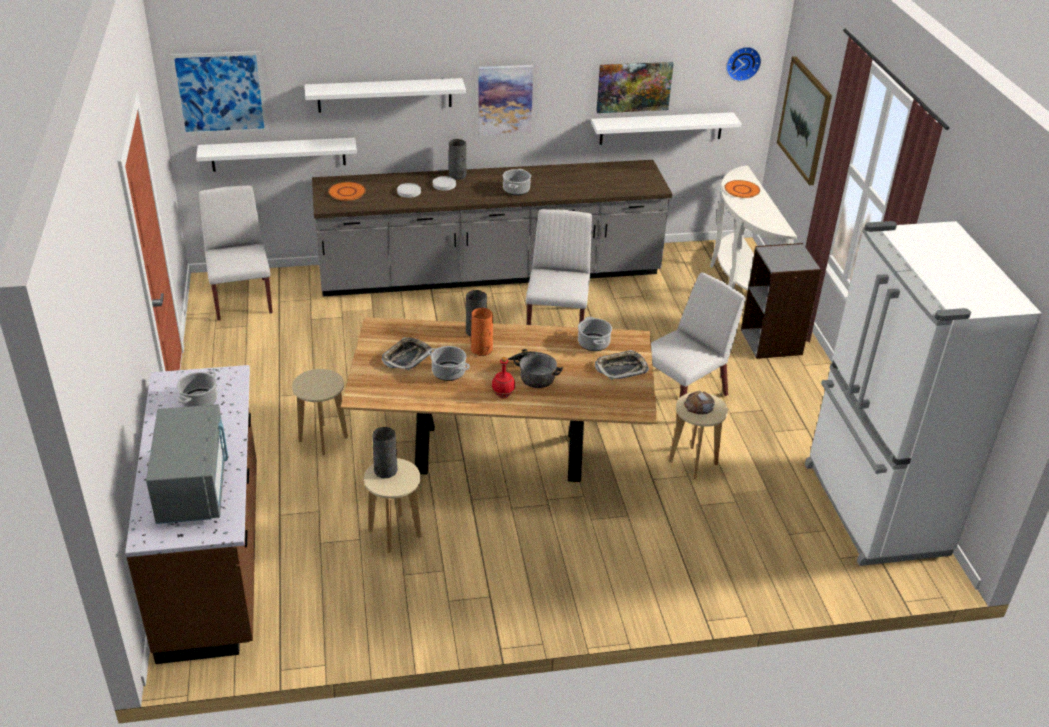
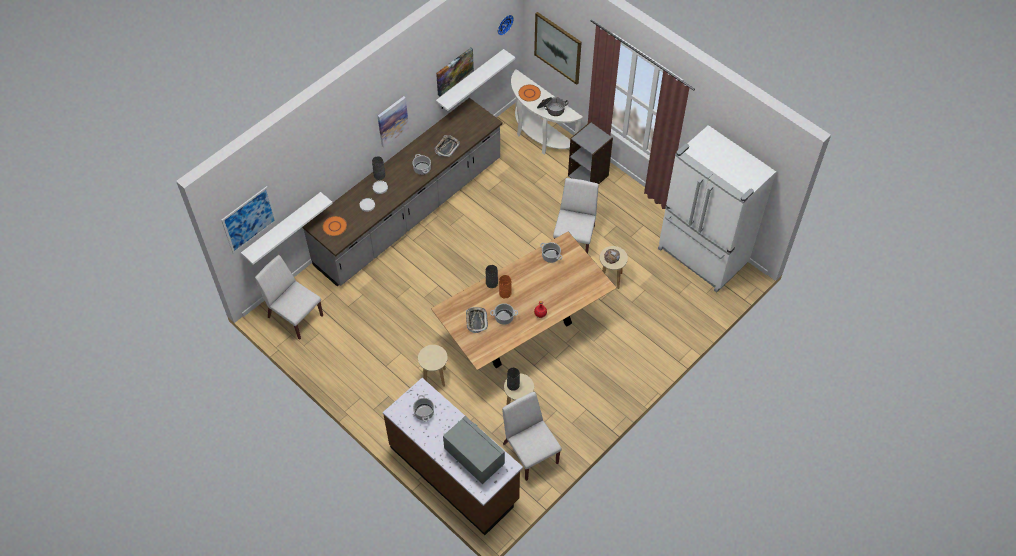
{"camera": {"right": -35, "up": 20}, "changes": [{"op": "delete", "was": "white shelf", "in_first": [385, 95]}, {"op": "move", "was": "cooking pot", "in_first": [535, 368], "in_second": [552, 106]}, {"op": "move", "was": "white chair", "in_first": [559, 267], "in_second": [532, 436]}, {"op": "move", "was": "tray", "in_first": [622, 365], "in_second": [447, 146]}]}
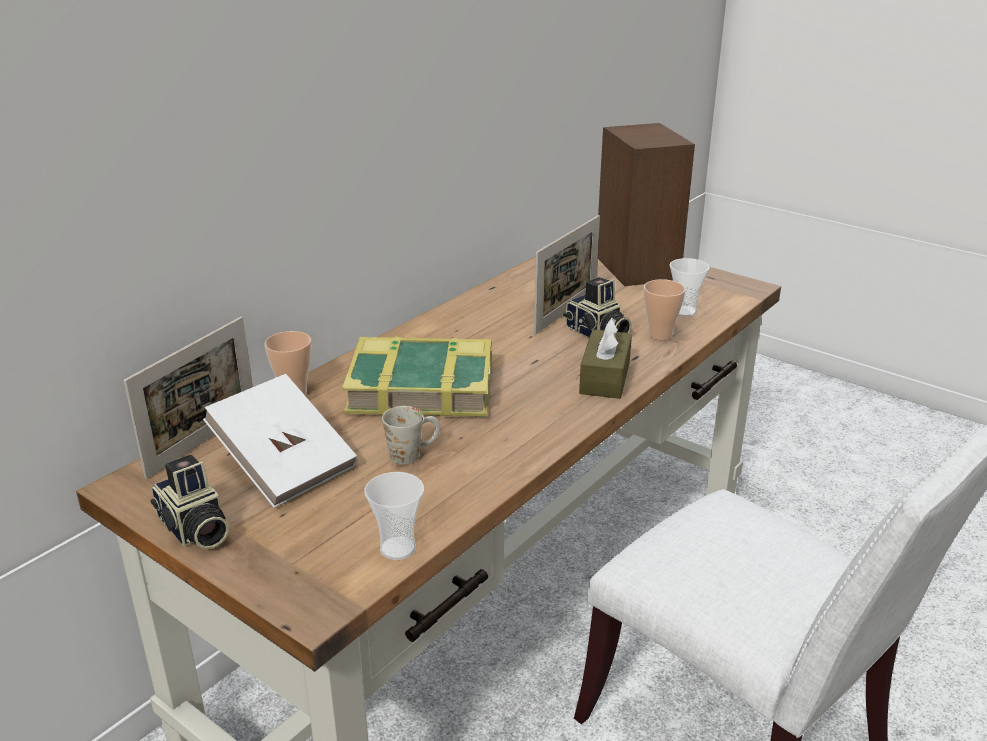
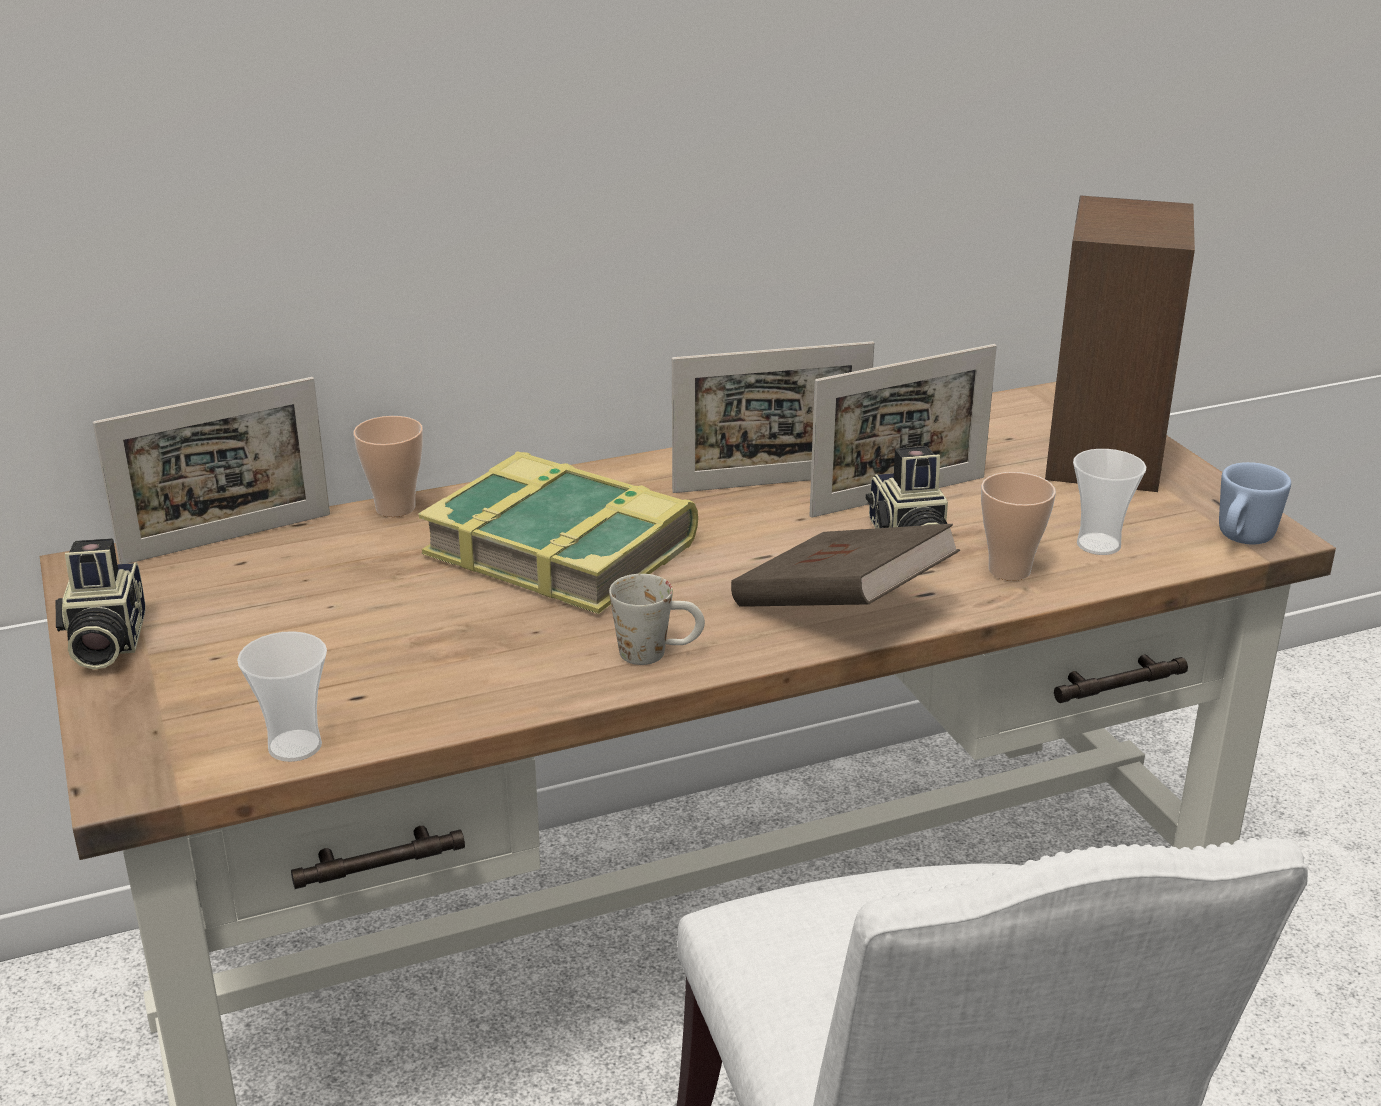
{"camera": {"right": 30, "up": 0}, "changes": [{"op": "delete", "was": "white book", "in_first": [280, 441]}, {"op": "move", "was": "white mug", "in_first": [411, 435], "in_second": [657, 619]}, {"op": "replace", "was": "brown tissue box", "now": "brown book", "in_first": [605, 358], "in_second": [845, 565]}, {"op": "insert", "now": "picture frame", "in_second": [773, 417]}, {"op": "insert", "now": "blue mug", "in_second": [1255, 503]}]}
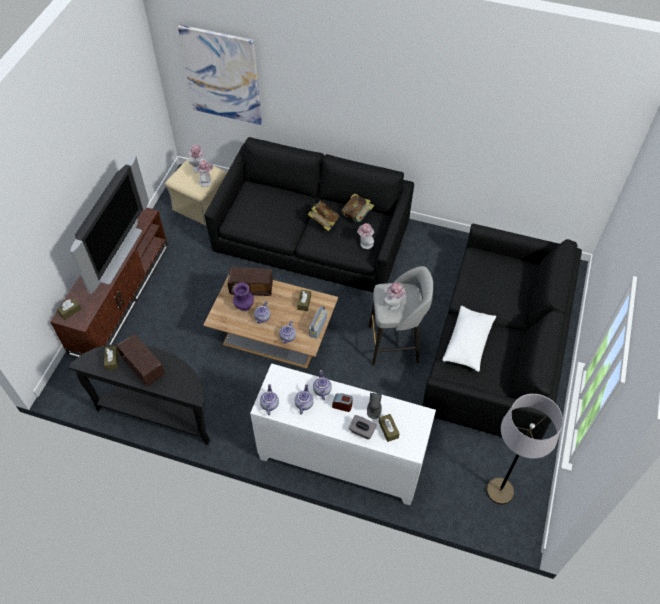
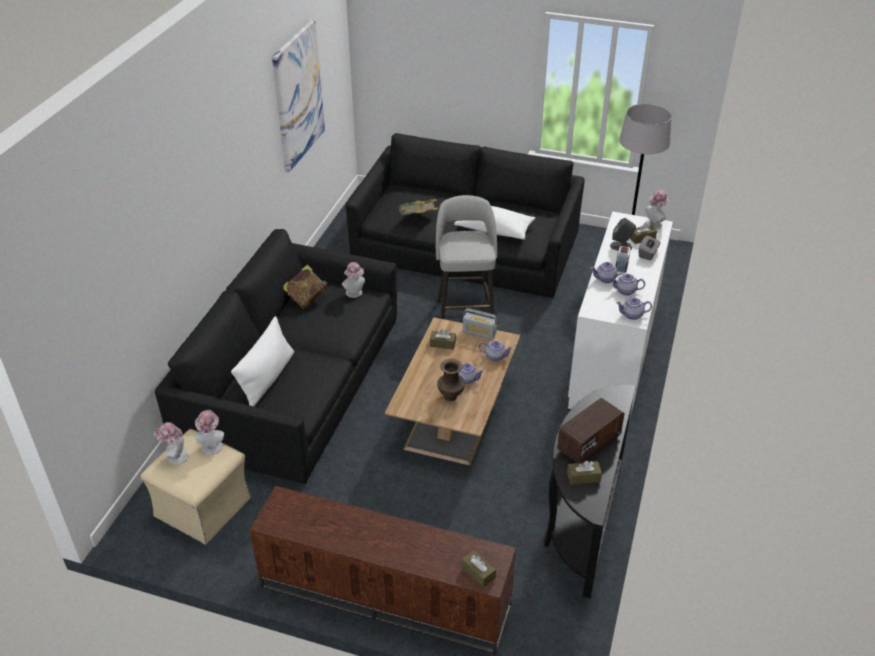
{"camera": {"right": -90, "up": -15}, "changes": [{"op": "delete", "was": "television", "in_first": [109, 224]}, {"op": "move", "was": "picture", "in_first": [220, 75], "in_second": [298, 96]}, {"op": "delete", "was": "radio", "in_first": [250, 281]}, {"op": "recolor", "was": "purple vase", "now": "brown vase", "in_first": [243, 296], "in_second": [451, 379]}, {"op": "move", "was": "book", "in_first": [323, 216], "in_second": [418, 207]}, {"op": "move", "was": "hat", "in_first": [394, 296], "in_second": [657, 209]}, {"op": "insert", "now": "white pillow", "in_second": [262, 361]}]}
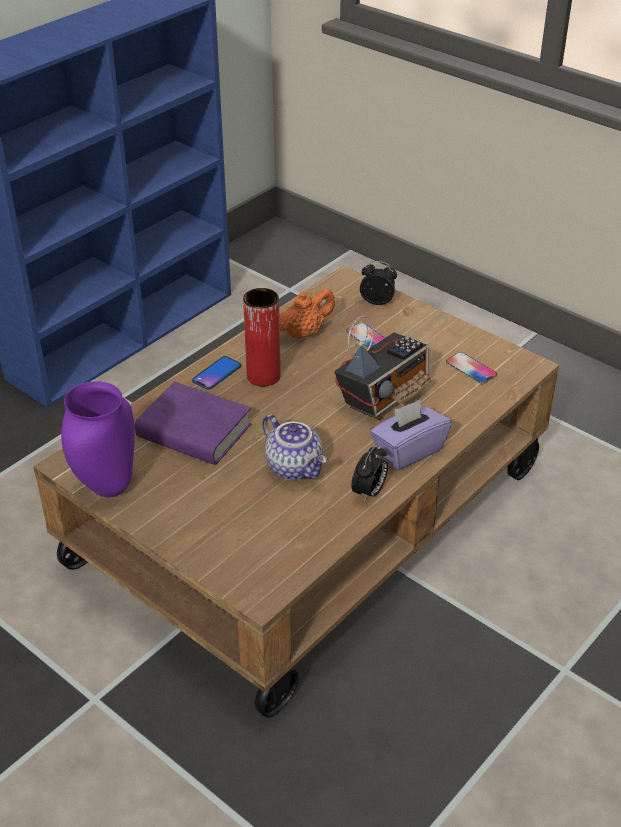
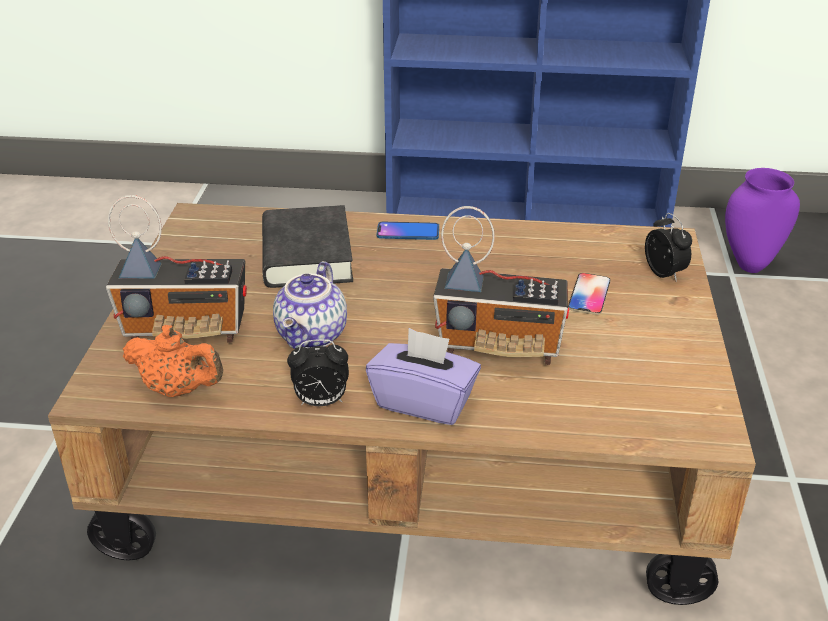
{"camera": {"right": 55, "up": -5}, "changes": [{"op": "move", "was": "purple vase", "in_first": [98, 439], "in_second": [762, 220]}, {"op": "recolor", "was": "purple book", "now": "black book", "in_first": [193, 423], "in_second": [307, 246]}, {"op": "delete", "was": "red vase", "in_first": [262, 337]}, {"op": "move", "was": "orange teapot", "in_first": [307, 314], "in_second": [173, 361]}, {"op": "delete", "was": "phone", "in_first": [471, 368]}, {"op": "insert", "now": "radio", "in_second": [176, 269]}]}
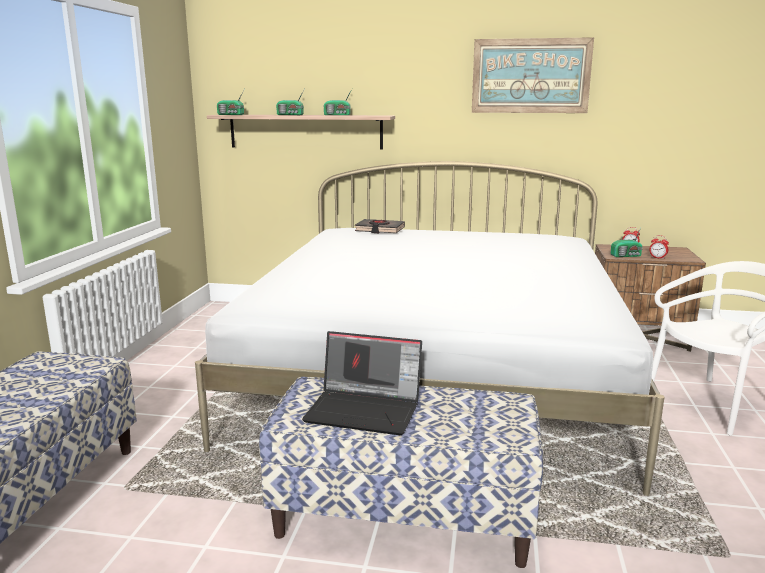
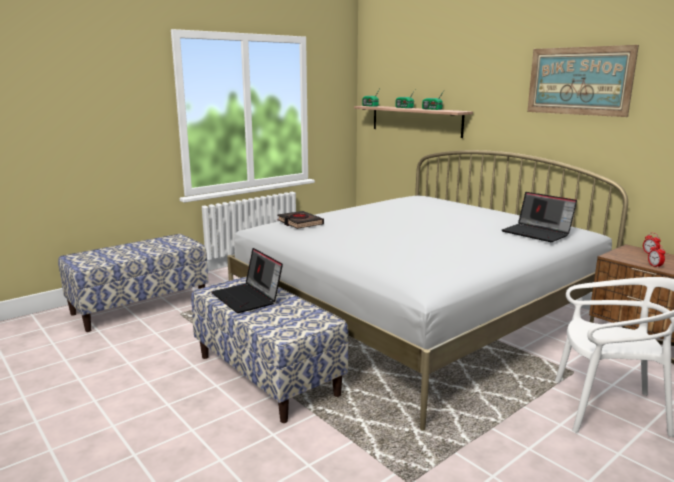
{"camera": {"right": 40, "up": 0}, "changes": [{"op": "move", "was": "black book", "in_first": [380, 226], "in_second": [300, 220]}, {"op": "delete", "was": "radio", "in_first": [627, 242]}, {"op": "insert", "now": "laptop", "in_second": [539, 217]}]}
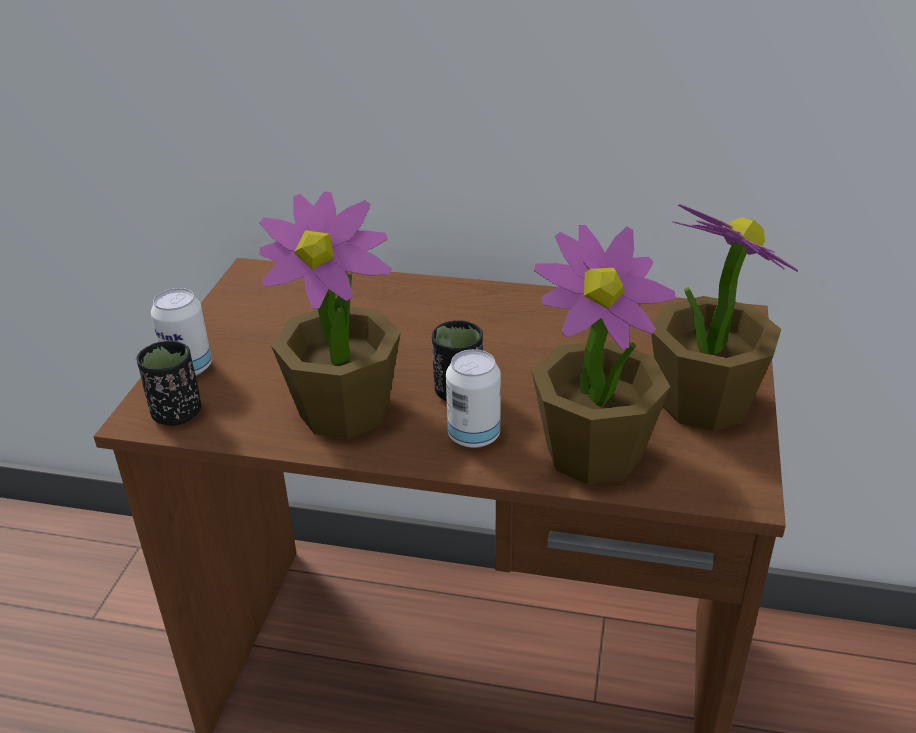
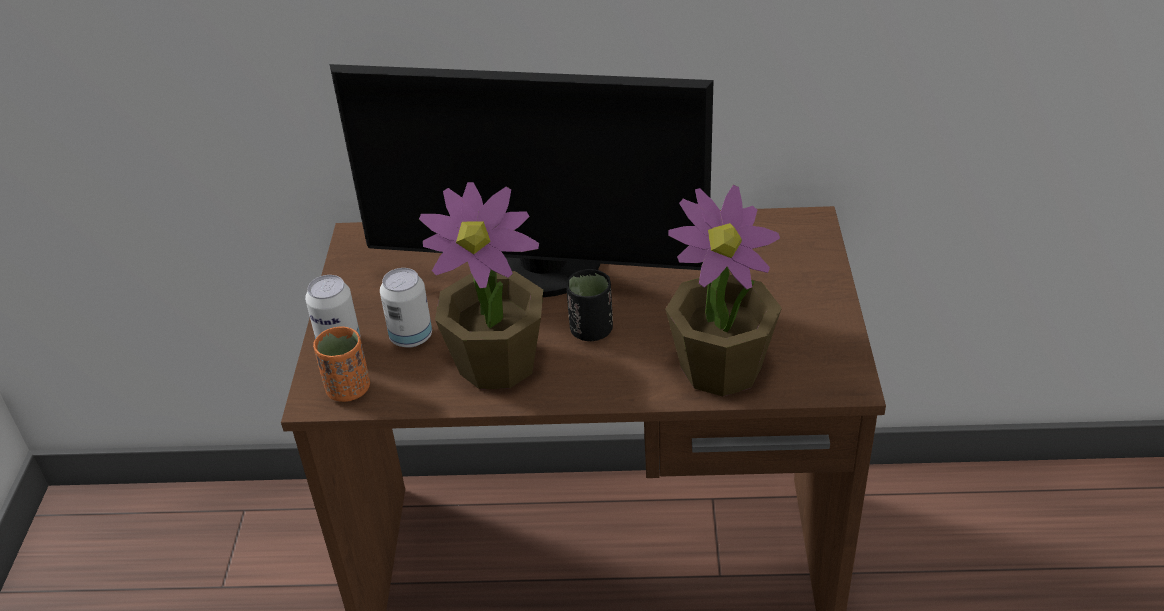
{"camera": {"right": -10, "up": 5}, "changes": [{"op": "recolor", "was": "black cup", "now": "orange cup", "in_first": [169, 383], "in_second": [341, 364]}, {"op": "move", "was": "can", "in_first": [473, 398], "in_second": [406, 308]}, {"op": "delete", "was": "potted plant", "in_first": [724, 317]}, {"op": "insert", "now": "monitor", "in_second": [521, 180]}]}
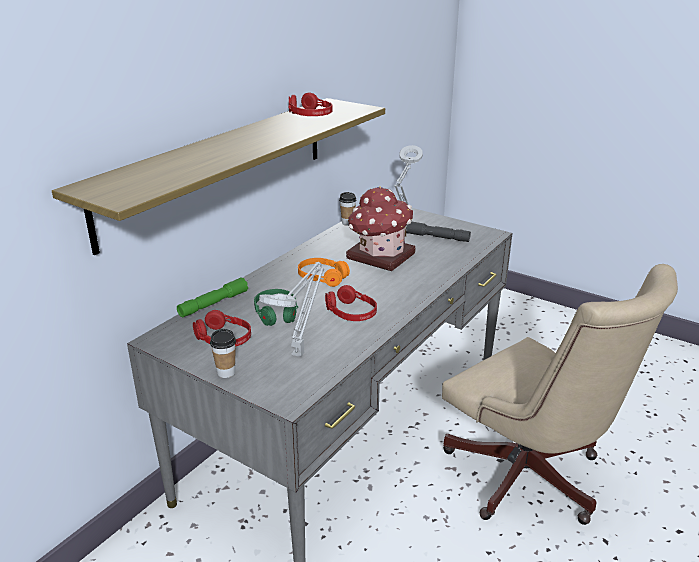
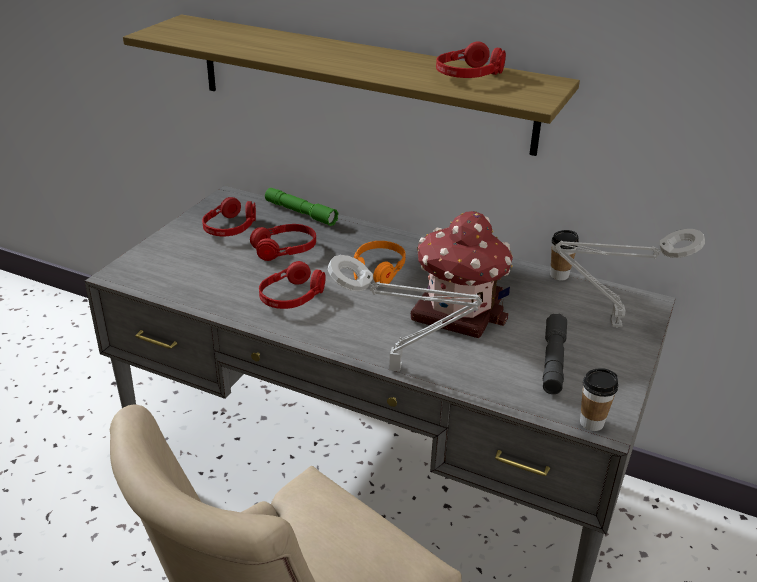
{"camera": {"right": 80, "up": 5}, "changes": [{"op": "move", "was": "cup", "in_first": [223, 353], "in_second": [599, 399]}, {"op": "recolor", "was": "green headphones", "now": "red headphones", "in_first": [276, 307], "in_second": [283, 242]}, {"op": "move", "was": "grey table lamp", "in_first": [291, 309], "in_second": [405, 313]}]}
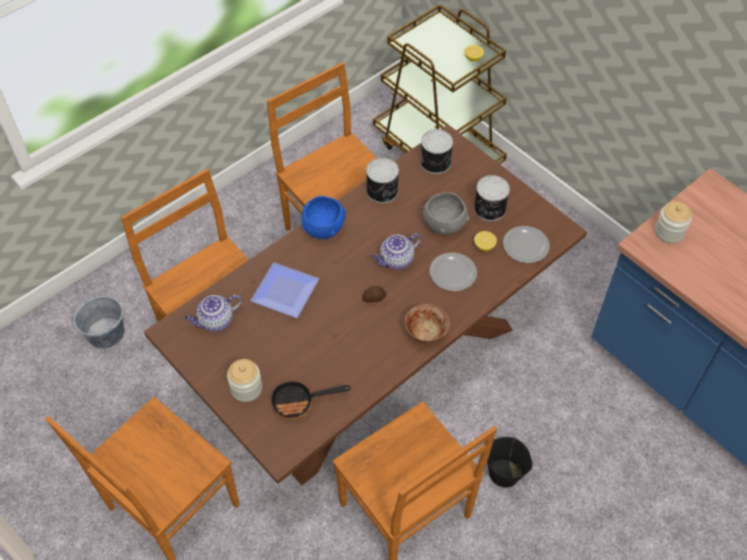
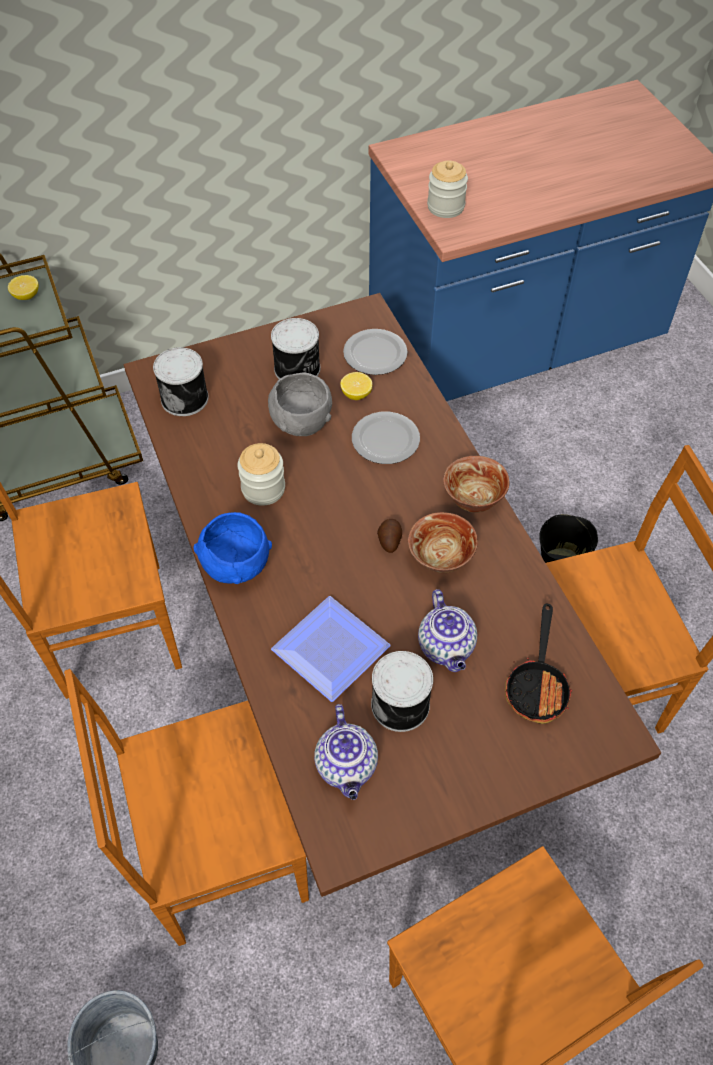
{"camera": {"right": -70, "up": 0}, "changes": [{"op": "move", "was": "jar", "in_first": [244, 380], "in_second": [261, 474]}, {"op": "move", "was": "can", "in_first": [382, 180], "in_second": [402, 691]}, {"op": "move", "was": "teapot", "in_first": [396, 251], "in_second": [447, 630]}, {"op": "insert", "now": "bowl", "in_second": [443, 542]}]}
